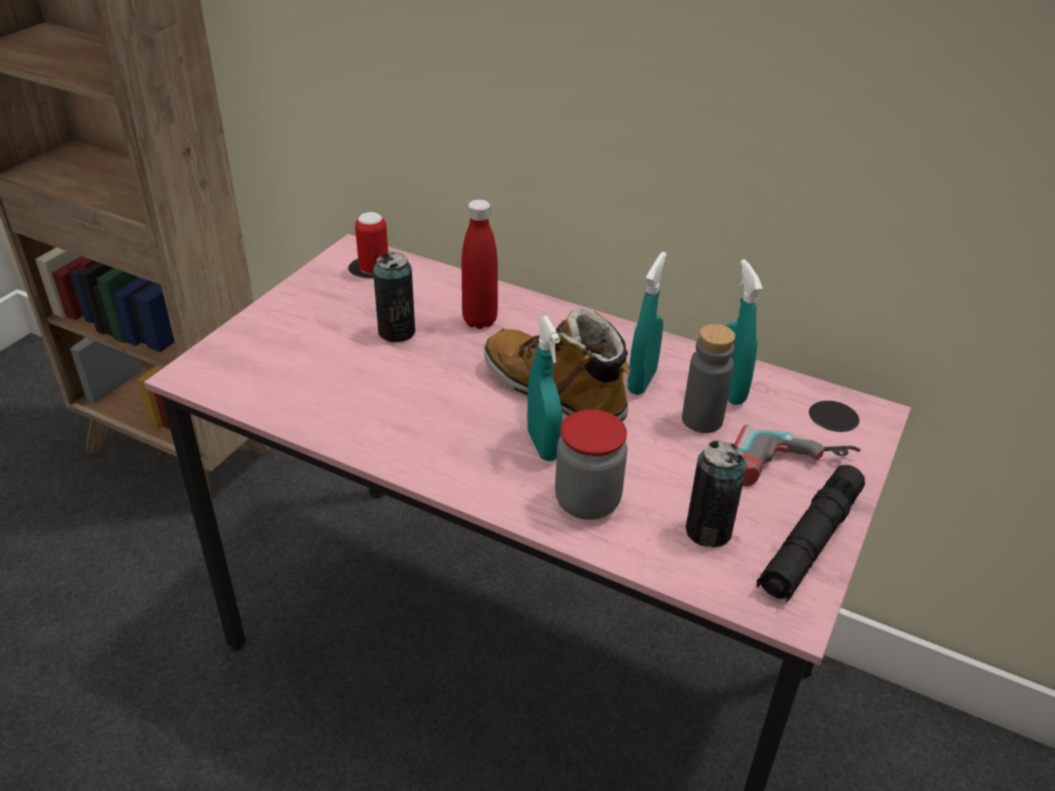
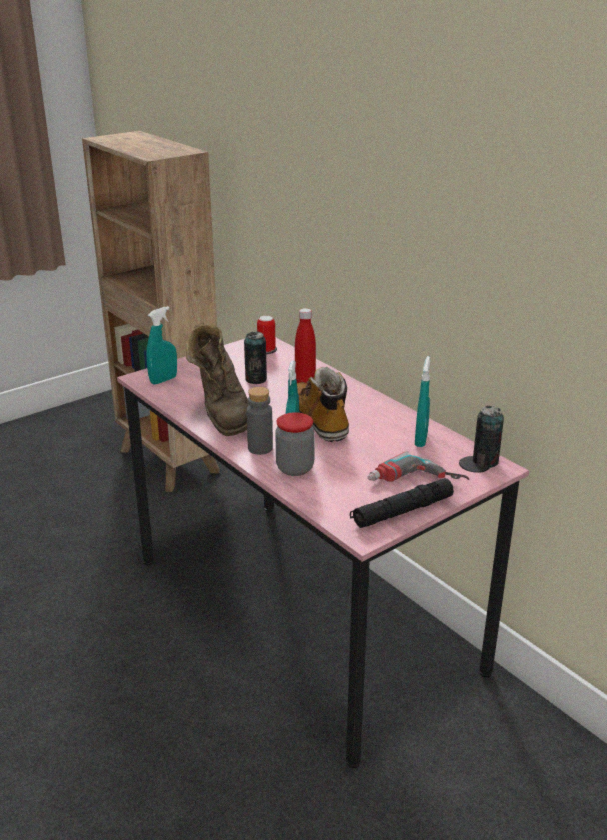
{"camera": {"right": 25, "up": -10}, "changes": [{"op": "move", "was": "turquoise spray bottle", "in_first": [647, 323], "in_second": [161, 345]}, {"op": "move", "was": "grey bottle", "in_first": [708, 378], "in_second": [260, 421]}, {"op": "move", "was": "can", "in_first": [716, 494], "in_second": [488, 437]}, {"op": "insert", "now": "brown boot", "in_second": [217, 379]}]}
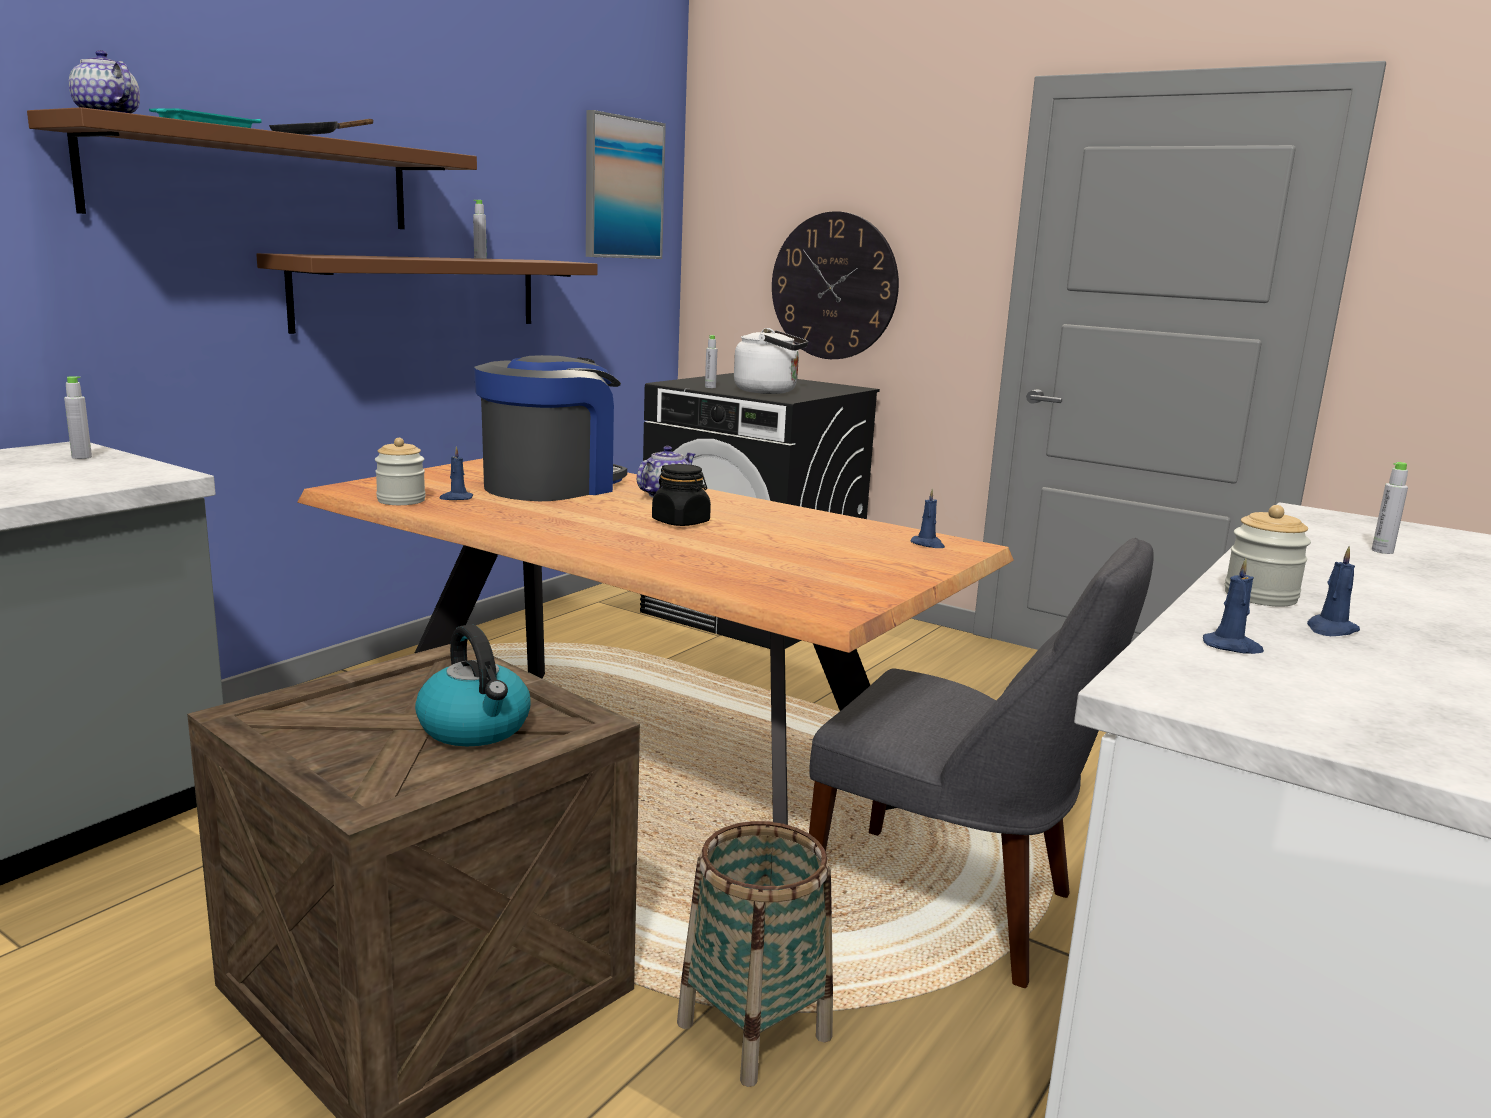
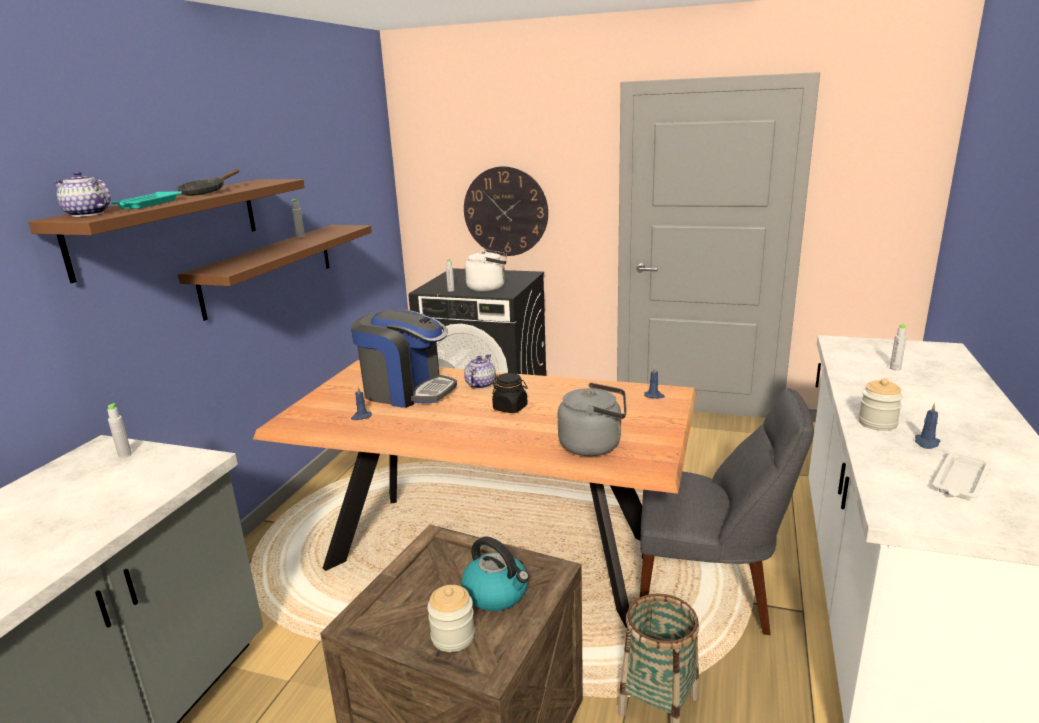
{"camera": {"right": -15, "up": 5}, "changes": [{"op": "move", "was": "jar", "in_first": [400, 471], "in_second": [451, 618]}, {"op": "rotate", "was": "coffee machine", "in_first": [550, 428], "in_second": [404, 358], "clockwise": 90}, {"op": "delete", "was": "picture", "in_first": [626, 184]}, {"op": "delete", "was": "blue candle", "in_first": [1233, 606]}, {"op": "insert", "now": "grey kettle", "in_second": [592, 419]}, {"op": "insert", "now": "white tray", "in_second": [962, 475]}]}
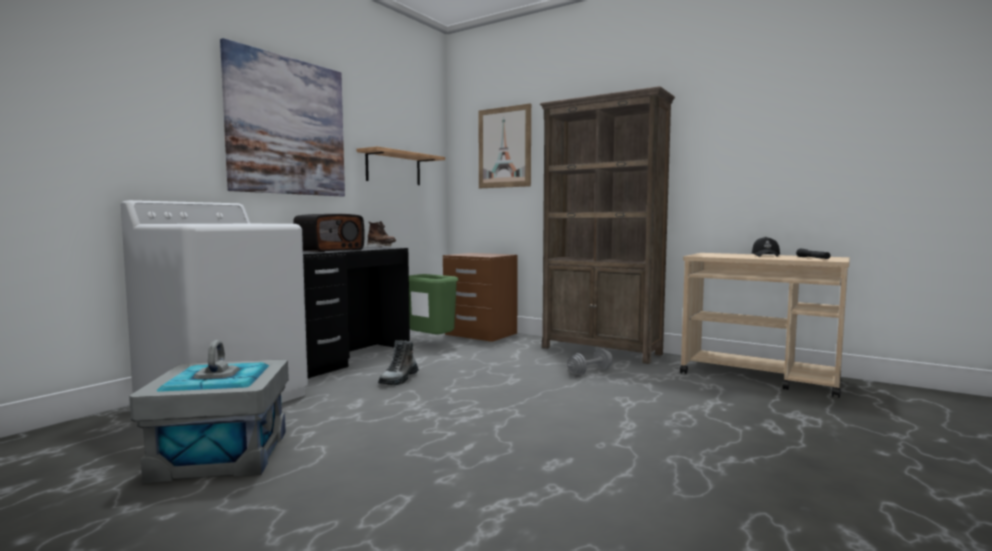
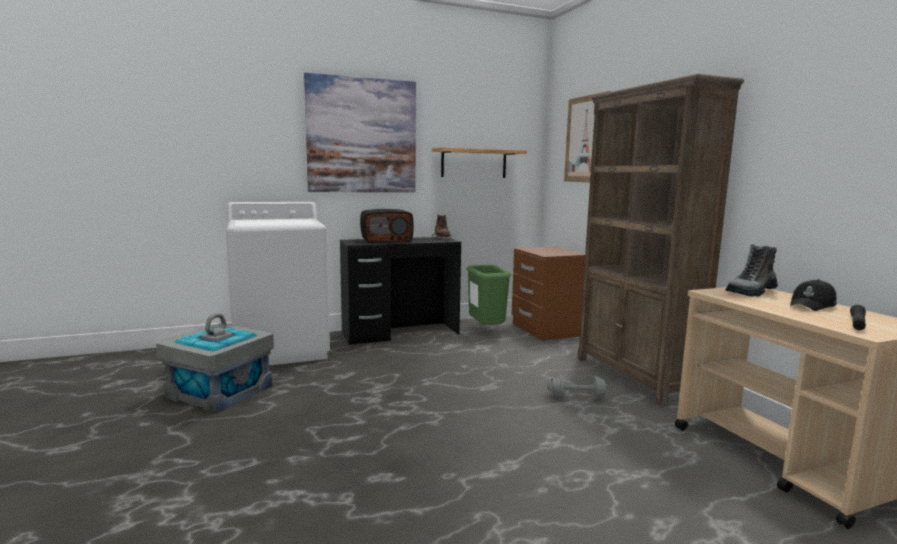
{"camera": {"right": 35, "up": 5}, "changes": [{"op": "move", "was": "boot", "in_first": [398, 362], "in_second": [751, 270]}]}
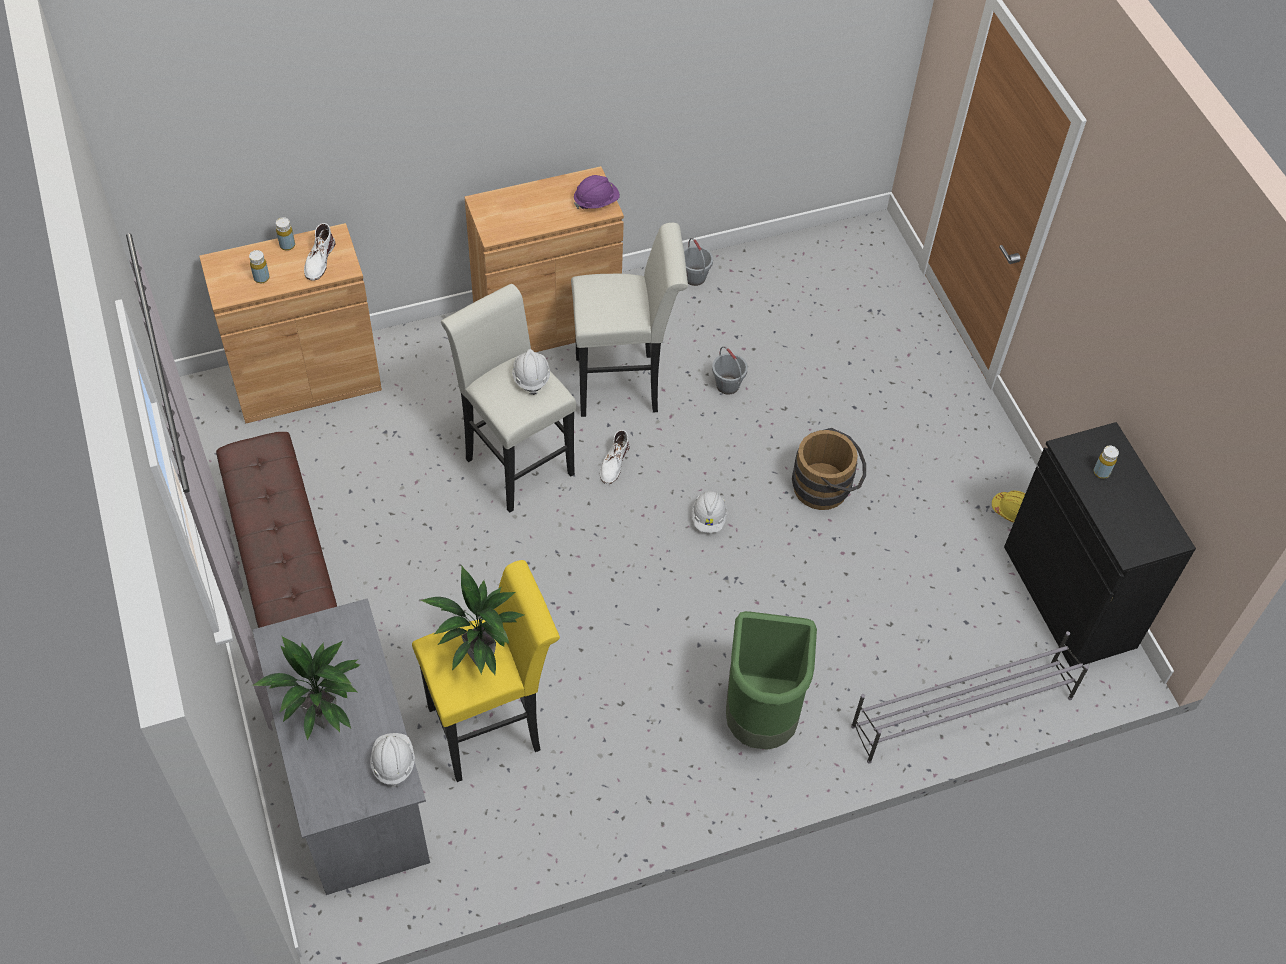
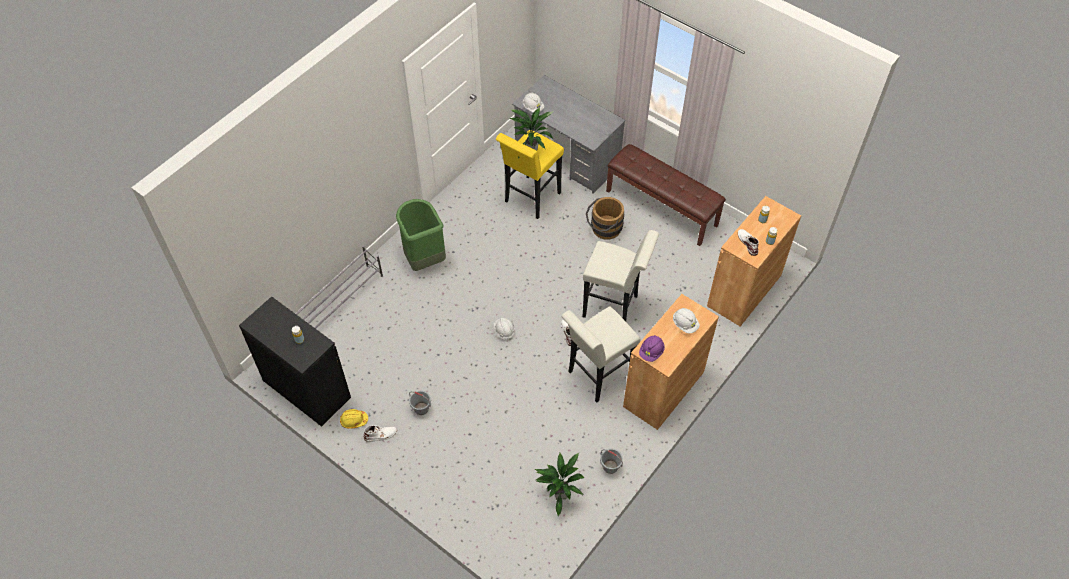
{"camera": {"right": 150, "up": 0}, "changes": [{"op": "move", "was": "potted plant", "in_first": [305, 688], "in_second": [559, 484]}, {"op": "move", "was": "white hard hat", "in_first": [531, 372], "in_second": [686, 321]}, {"op": "move", "was": "grey bucket", "in_first": [730, 370], "in_second": [420, 402]}, {"op": "move", "was": "brown bucket", "in_first": [829, 469], "in_second": [605, 218]}, {"op": "insert", "now": "white boot", "in_second": [380, 433]}]}
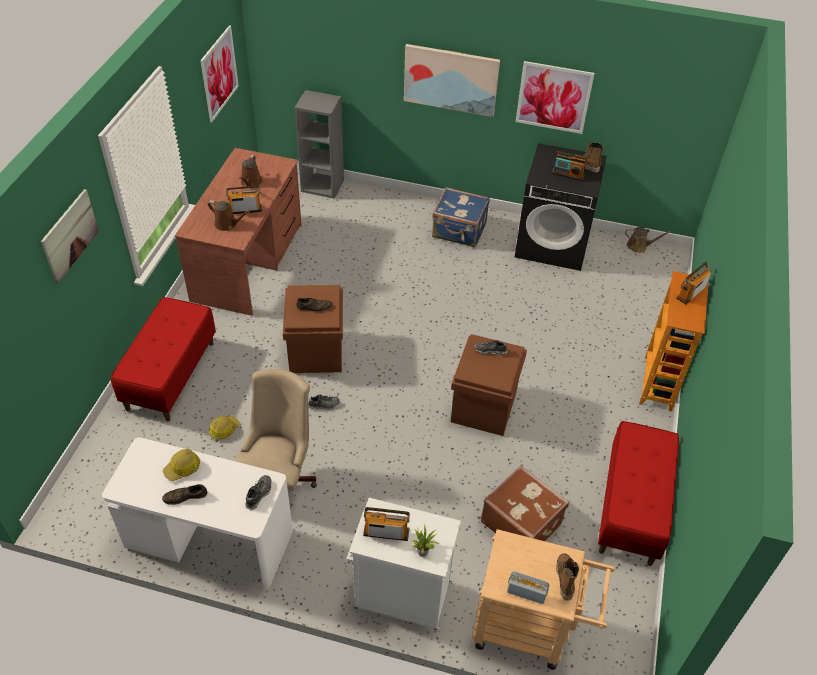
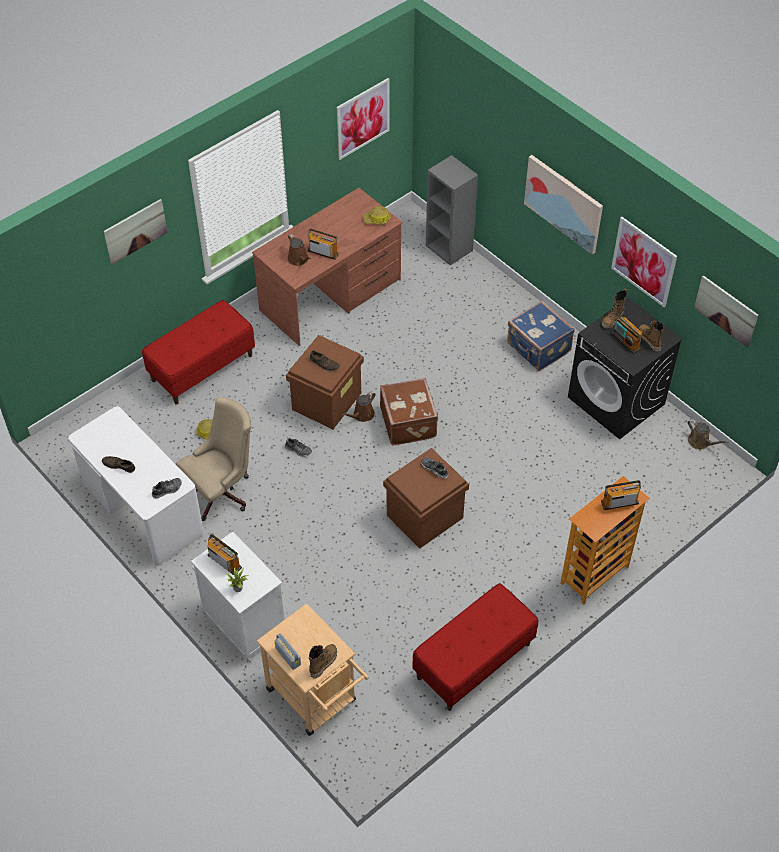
{"camera": {"right": 35, "up": 5}, "changes": [{"op": "move", "was": "hard hat", "in_first": [181, 465], "in_second": [376, 215]}, {"op": "move", "was": "brown watering can", "in_first": [251, 171], "in_second": [359, 406]}, {"op": "move", "was": "brown suitcase", "in_first": [525, 503], "in_second": [409, 411]}, {"op": "insert", "now": "boot", "in_second": [614, 309]}, {"op": "insert", "now": "picture", "in_second": [726, 311]}]}
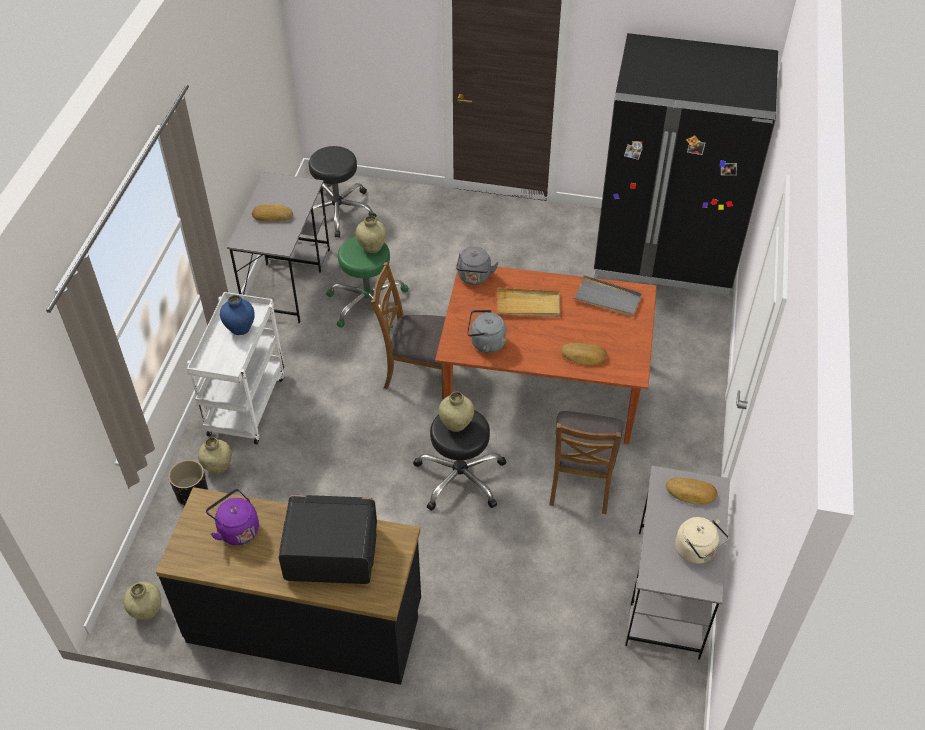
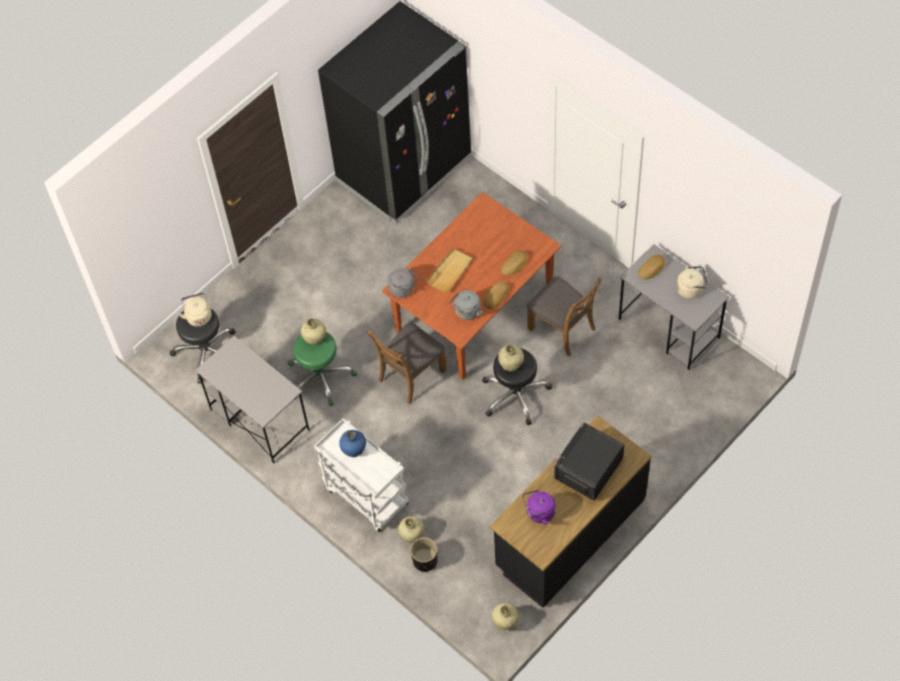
{"camera": {"right": -55, "up": 10}, "changes": [{"op": "move", "was": "bread", "in_first": [272, 213], "in_second": [496, 295]}, {"op": "delete", "was": "grey tray", "in_first": [607, 296]}, {"op": "insert", "now": "beige kettle", "in_second": [194, 309]}]}
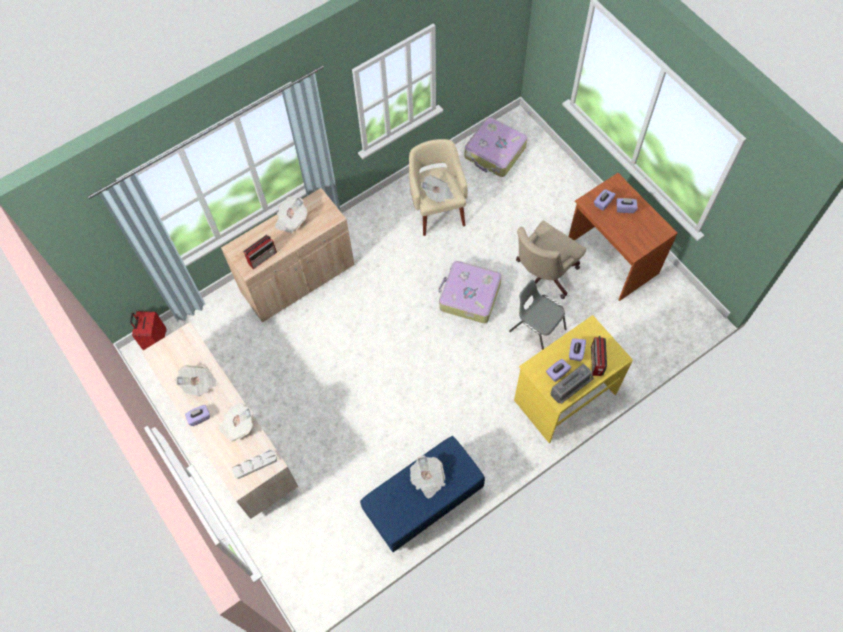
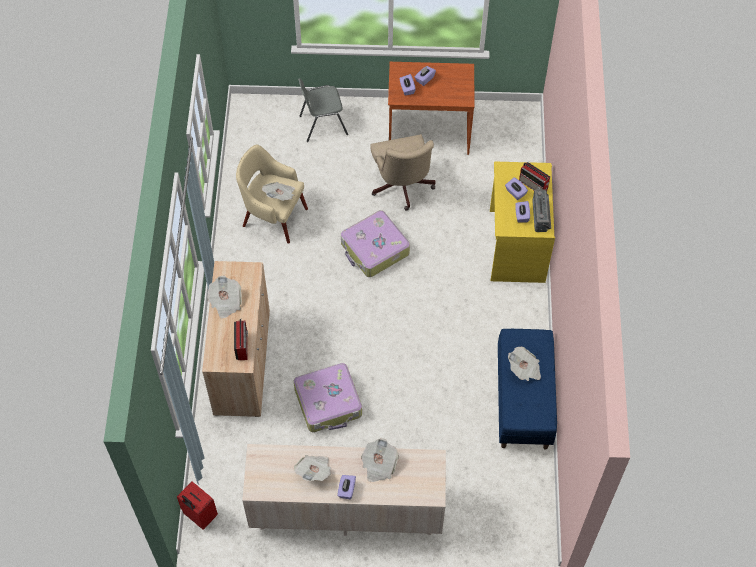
{"camera": {"right": -55, "up": -5}, "changes": [{"op": "delete", "was": "grey tray", "in_first": [254, 464]}, {"op": "move", "was": "suitcase", "in_first": [495, 147], "in_second": [328, 397]}, {"op": "move", "was": "grey chair", "in_first": [538, 314], "in_second": [323, 110]}]}
